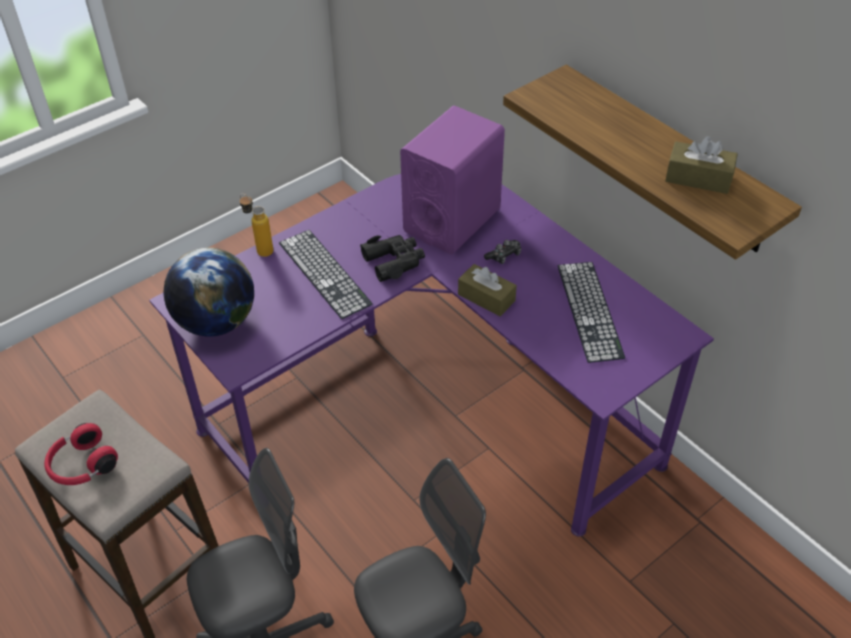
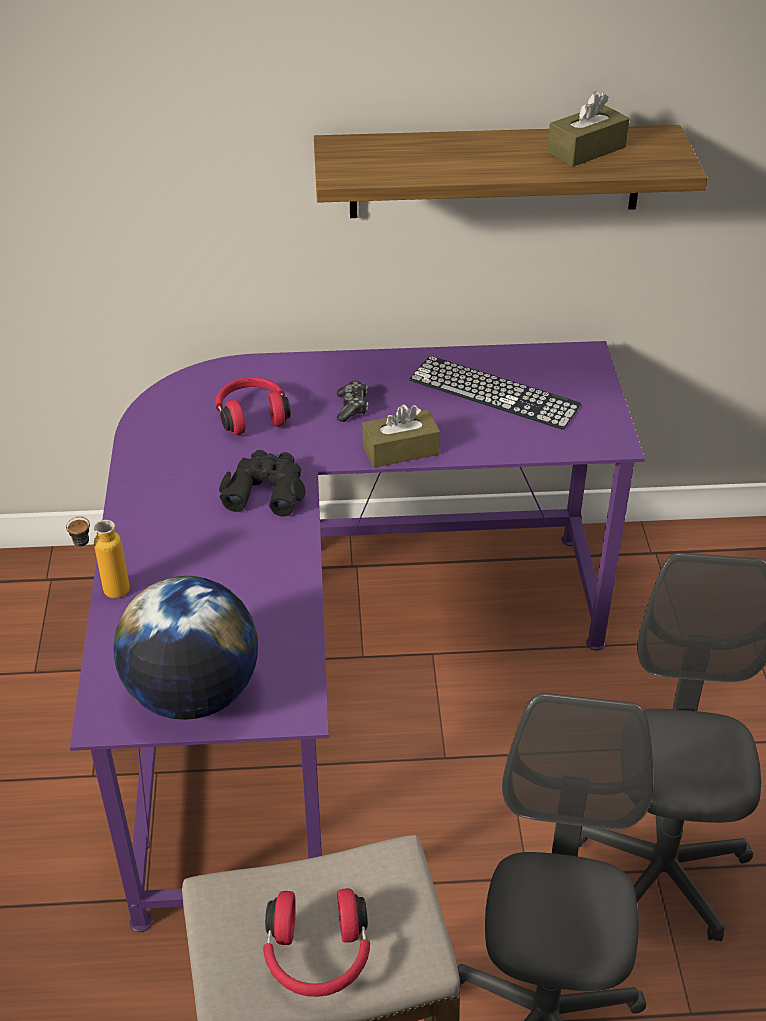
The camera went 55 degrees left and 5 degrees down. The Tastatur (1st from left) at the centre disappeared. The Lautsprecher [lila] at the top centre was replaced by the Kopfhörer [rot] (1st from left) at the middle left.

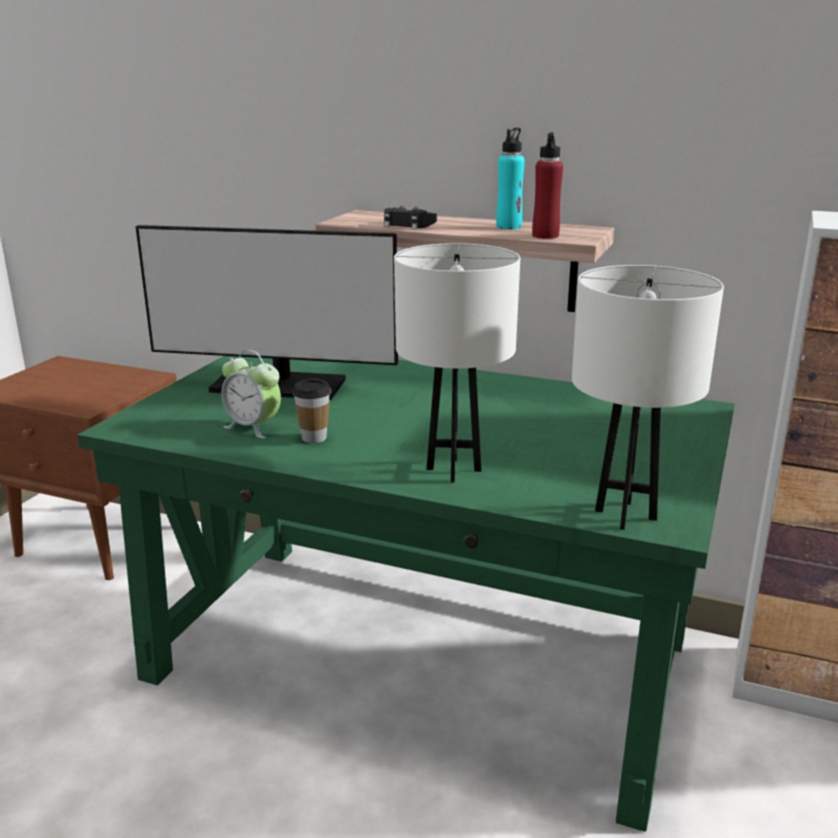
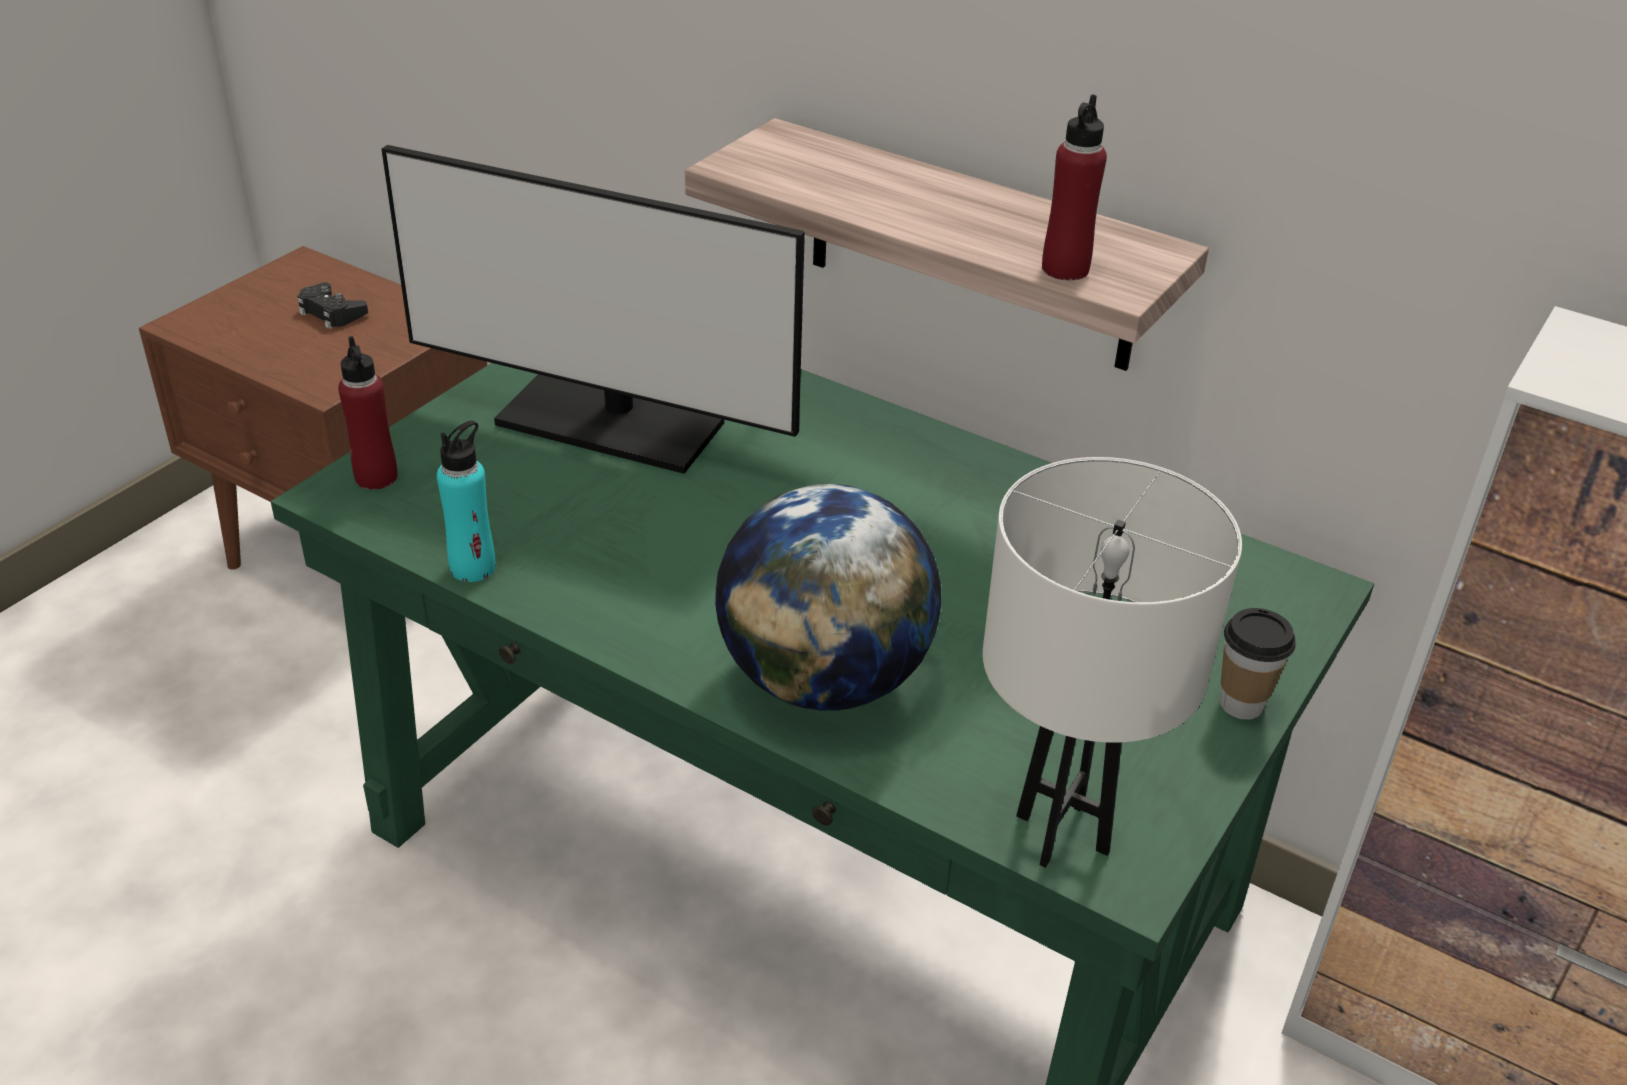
The camera went 10 degrees right and 15 degrees up. The Wecker at the middle left disappeared. The Flasche [rot] (1st from left) at the middle left appeared. The Tasse moved from the centre to the middle right. The Gamepad [schwarz] moved from the top centre to the top left. The Flasche [türkis] moved from the top centre to the middle left. The Tischlampe [weiß] (1st from left) at the centre was replaced by the Globus at the centre.

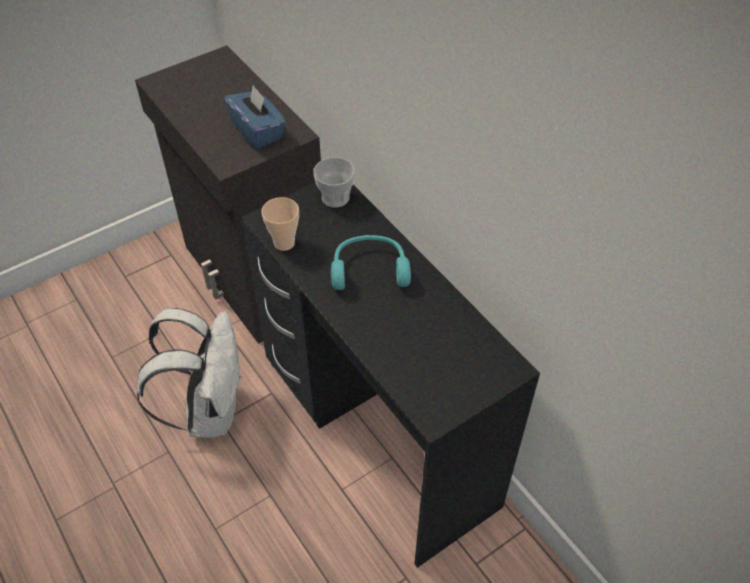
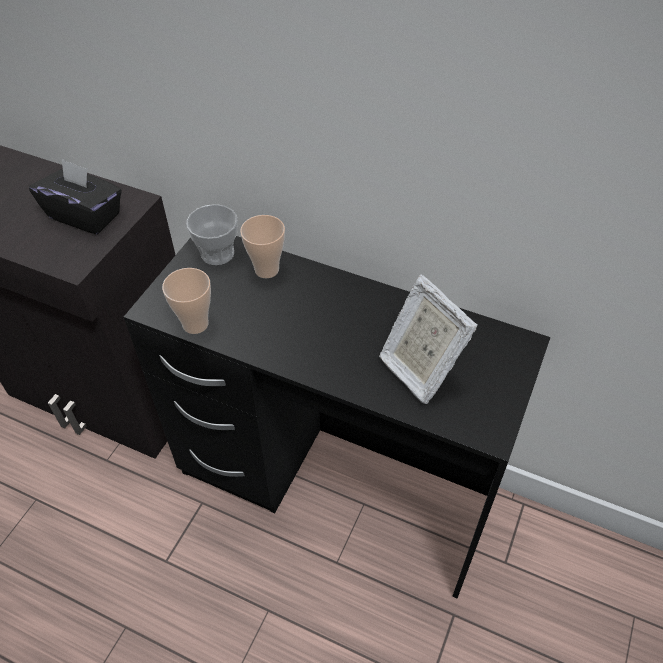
The camera went 30 degrees left and 0 degrees up. The Rucksack [weiß] at the middle left disappeared. The Kopfhörer [türkis] at the centre disappeared. The Tasse (3rd from left) at the centre appeared. The Bilderrahmen at the centre appeared. The Taschentuchbox [blau] at the top centre became the Taschentuchbox [schwarz] at the top left.

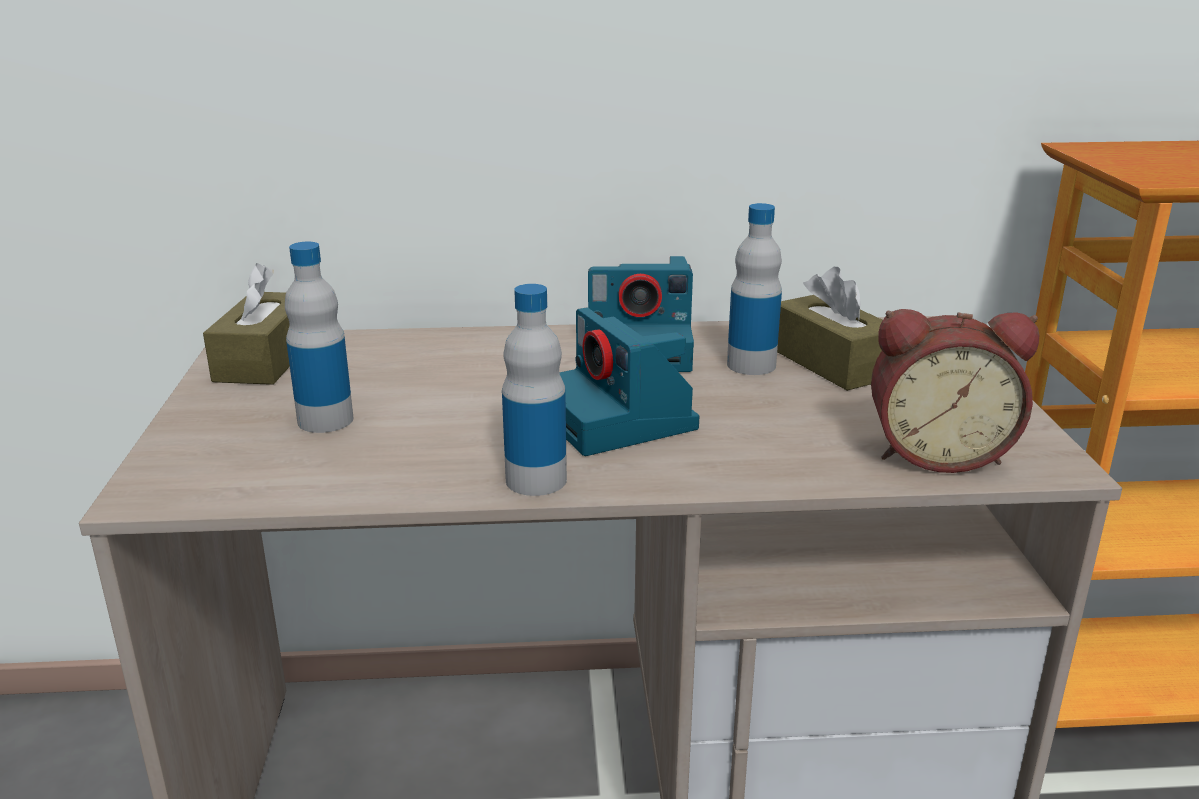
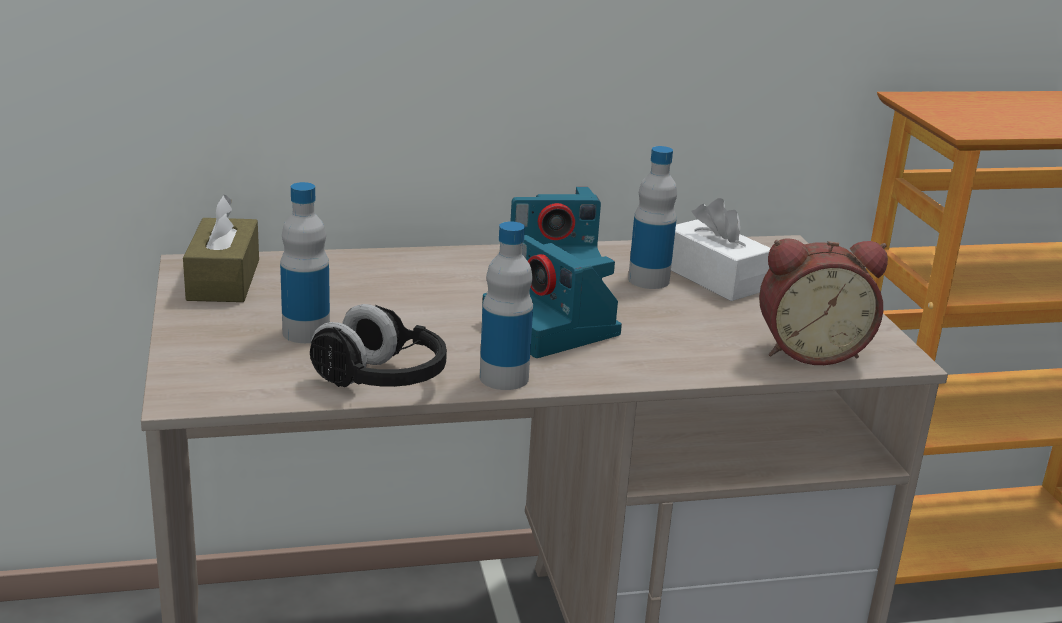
The camera went 10 degrees left and 0 degrees up. The Kopfhörer [schwarz] at the centre appeared. The Taschentuchbox [braun] (2nd from left) at the middle right became the Taschentuchbox [weiß] at the middle right.

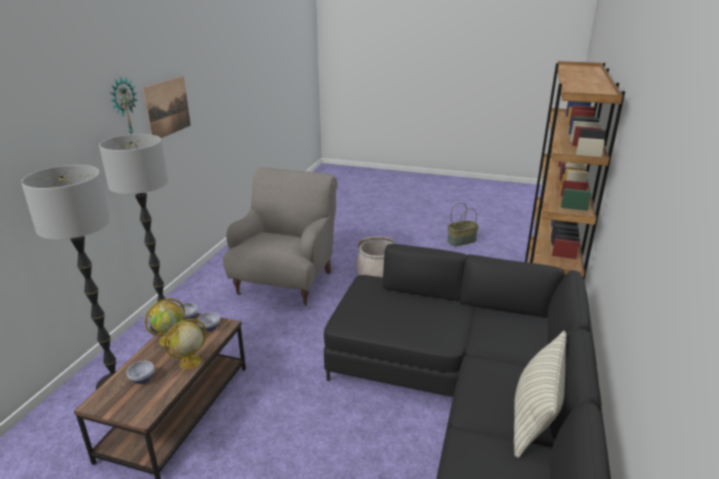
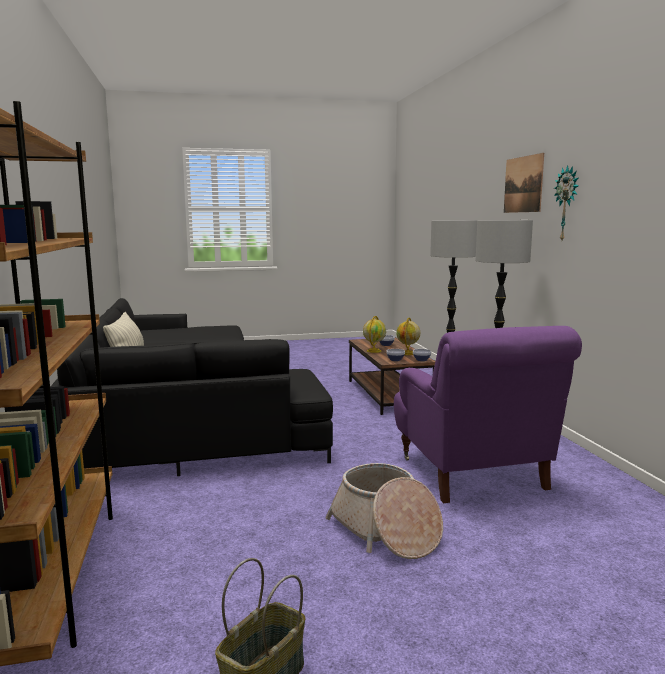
The camera went 150 degrees right and 15 degrees down. The Bild moved from the top left to the top right. The Sessel [grau] at the centre became the Sessel [lila] at the middle right.

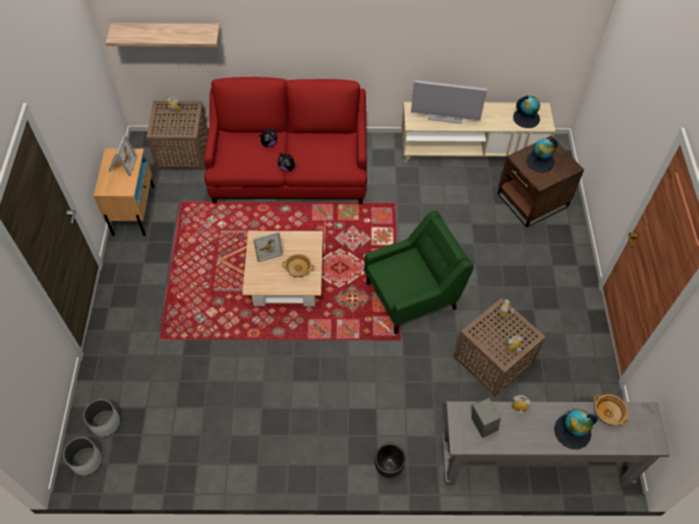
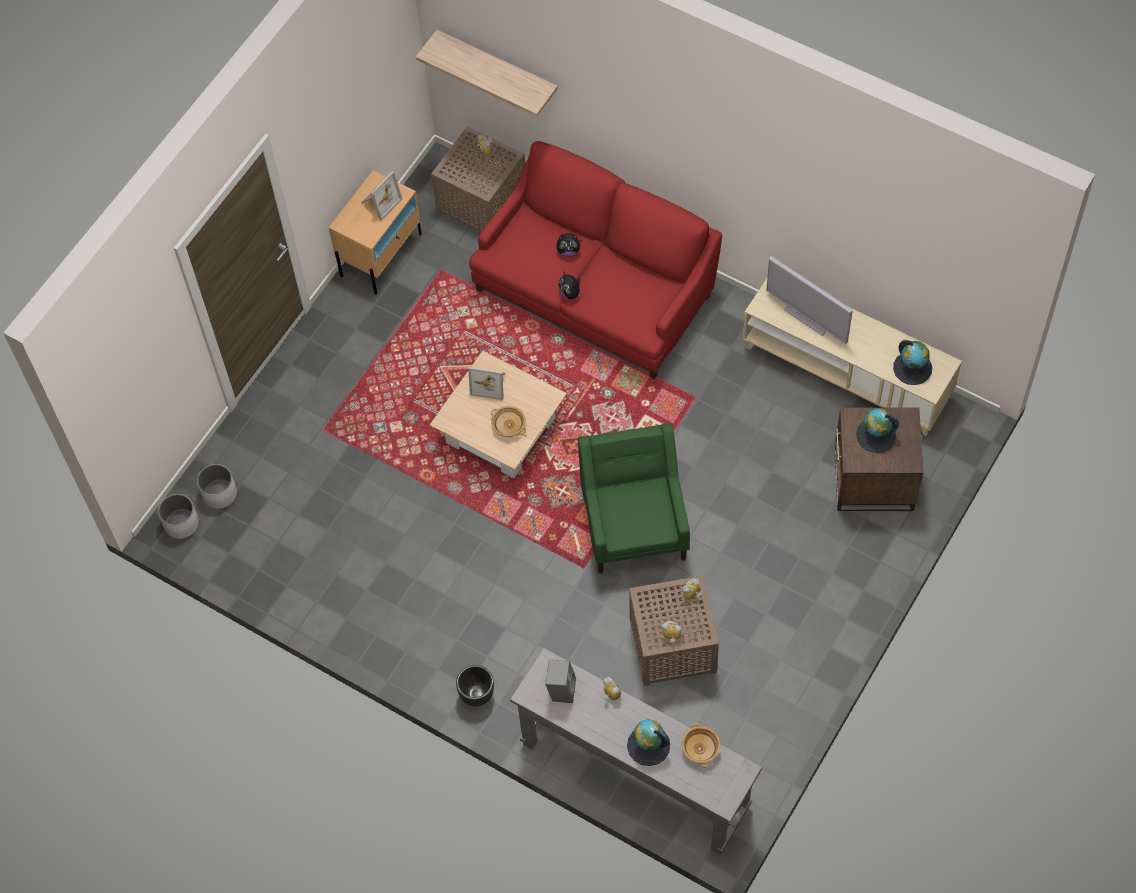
The camera went 35 degrees right and 5 degrees up. The Sessel [grün] at the centre turned 105 degrees counterclockwise.

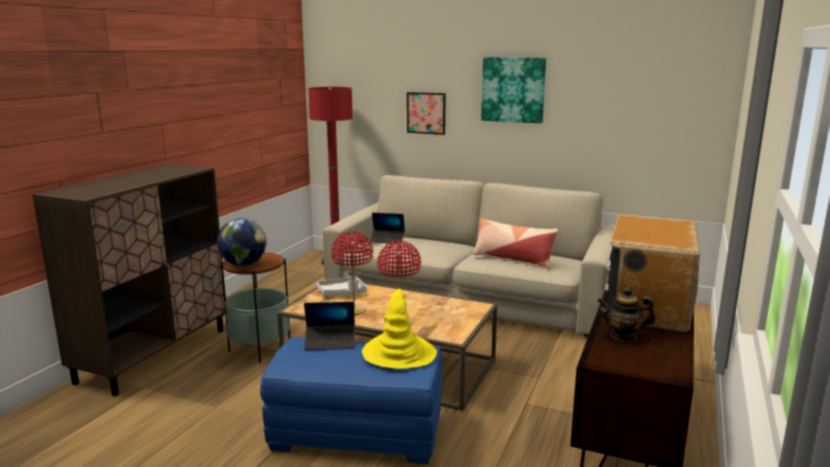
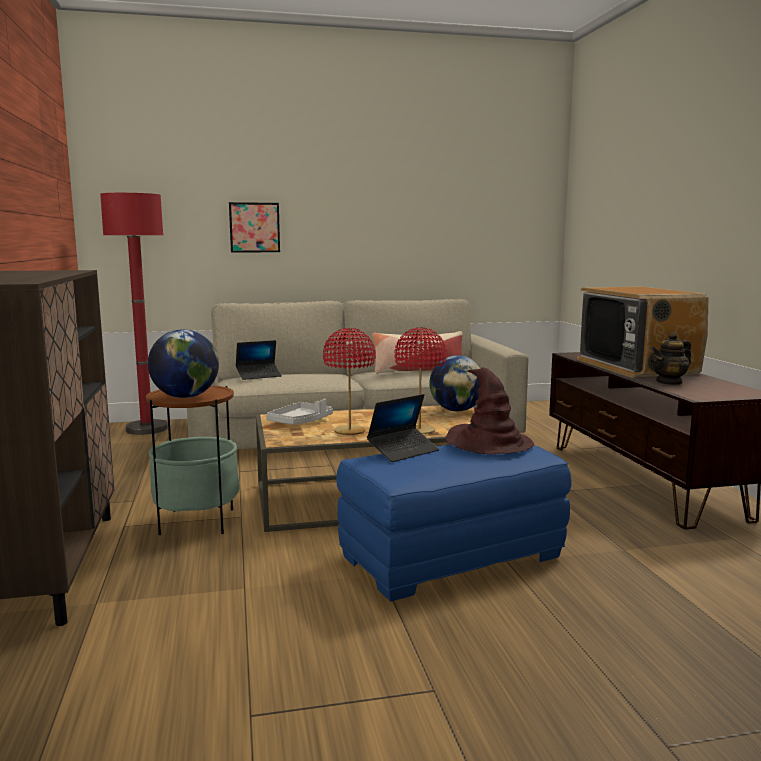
The camera went 35 degrees left and 5 degrees down. The Bild (2nd from left) at the top centre disappeared. The Globus (2nd from left) at the centre appeared. The Hut [gelb] at the bottom centre became the Hut [braun] at the centre.

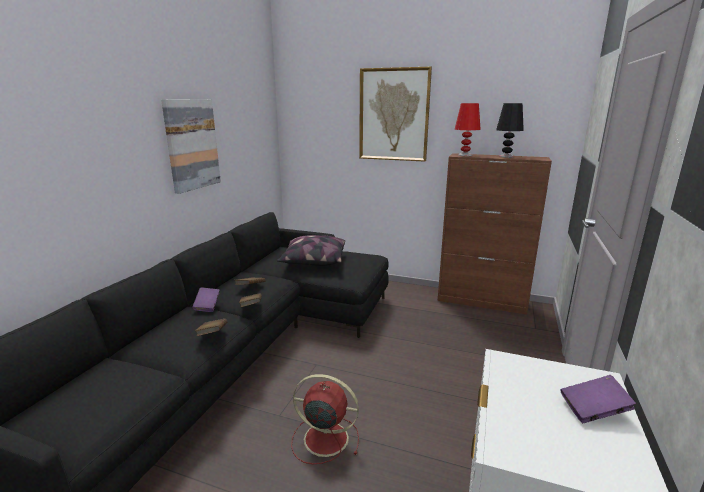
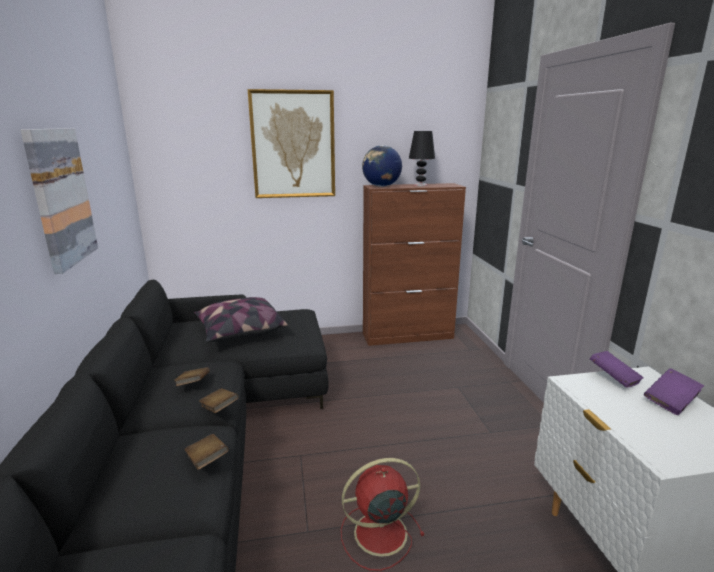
The camera went 30 degrees left and 0 degrees up. The Buch [lila] (1st from left) moved from the middle left to the middle right. The Tischlampe [rot] at the top centre was replaced by the Globus at the top centre.

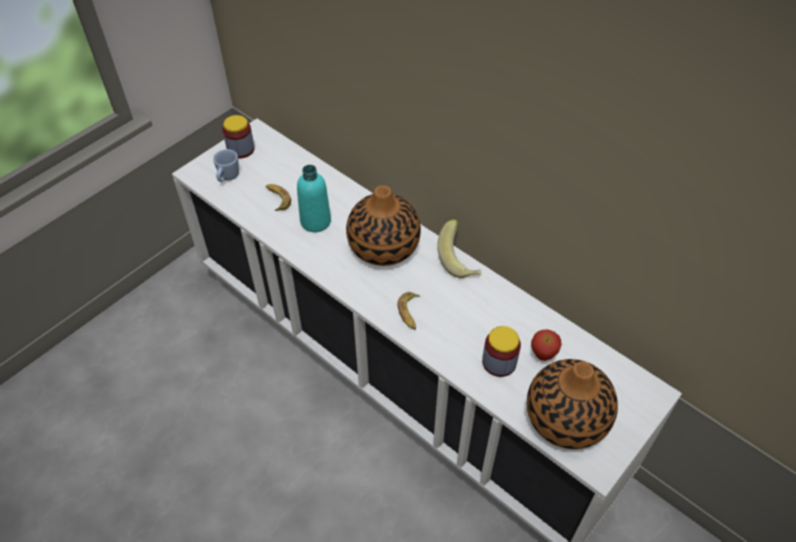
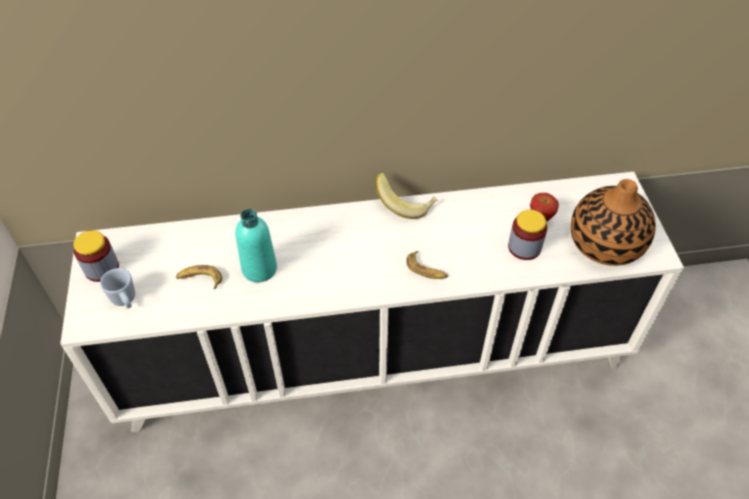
The camera went 50 degrees left and 0 degrees up. The Vase (1st from left) at the centre disappeared.

